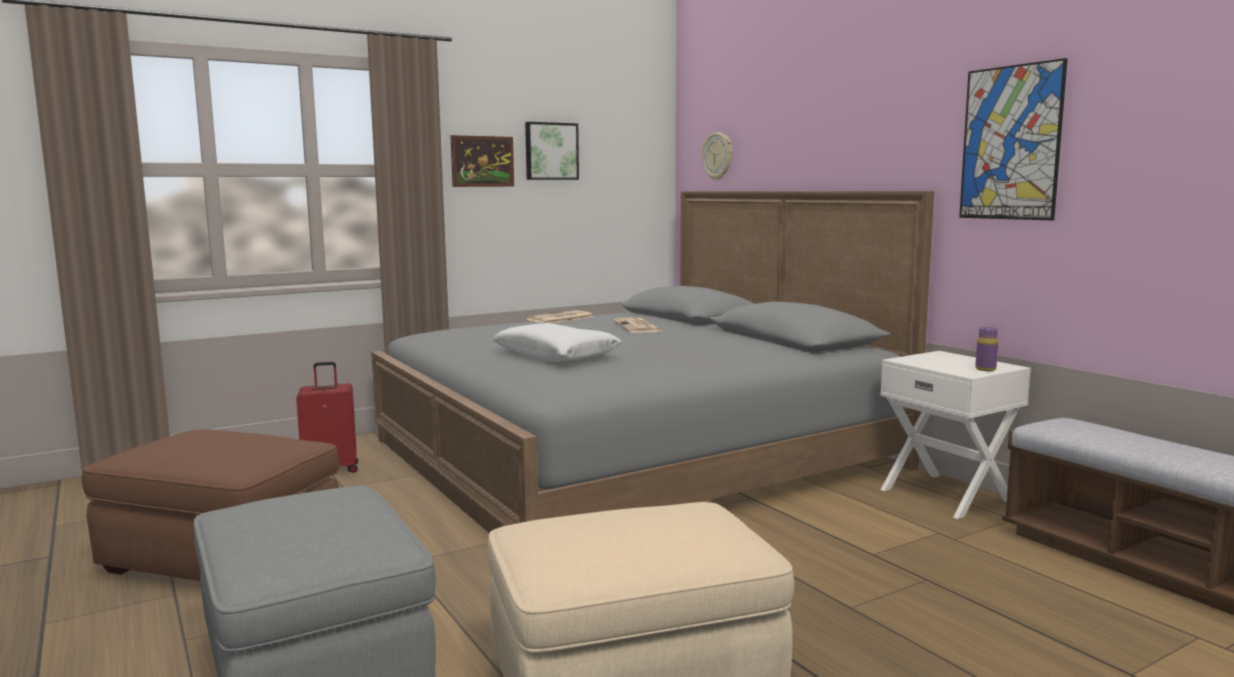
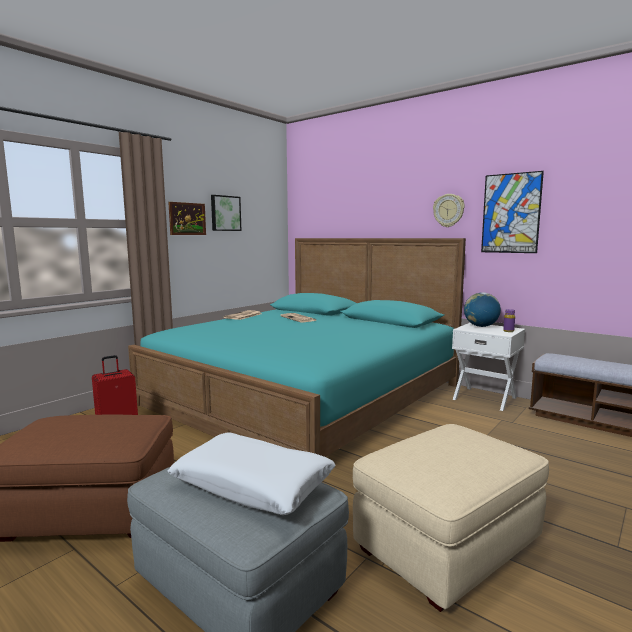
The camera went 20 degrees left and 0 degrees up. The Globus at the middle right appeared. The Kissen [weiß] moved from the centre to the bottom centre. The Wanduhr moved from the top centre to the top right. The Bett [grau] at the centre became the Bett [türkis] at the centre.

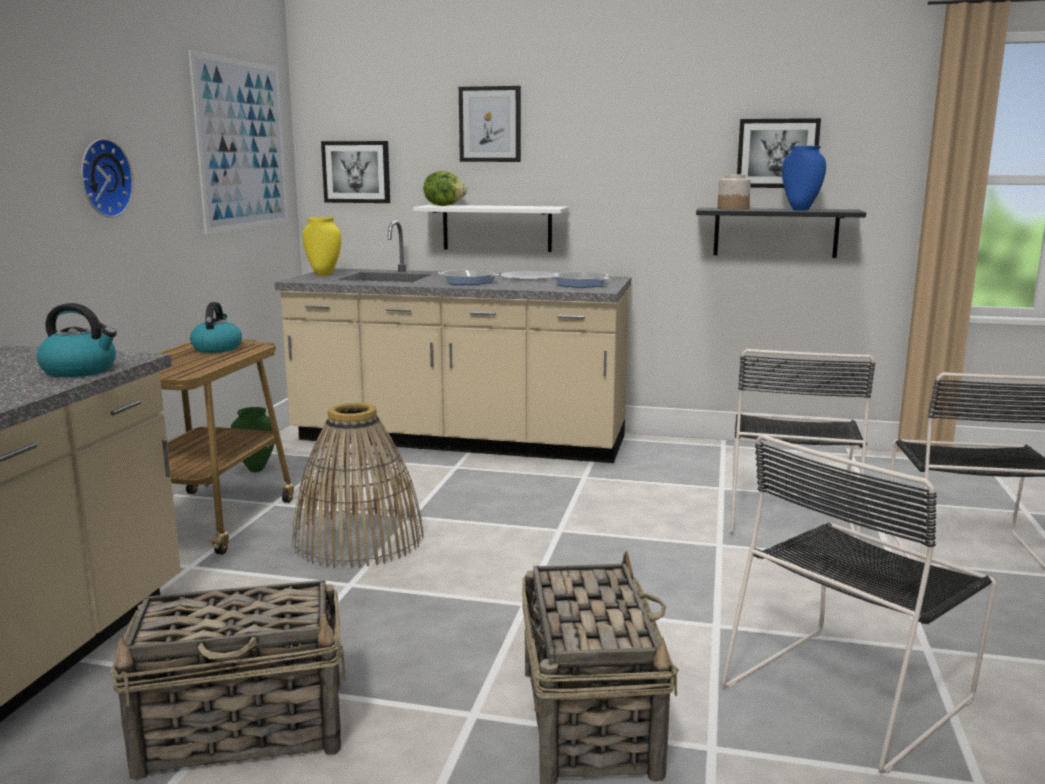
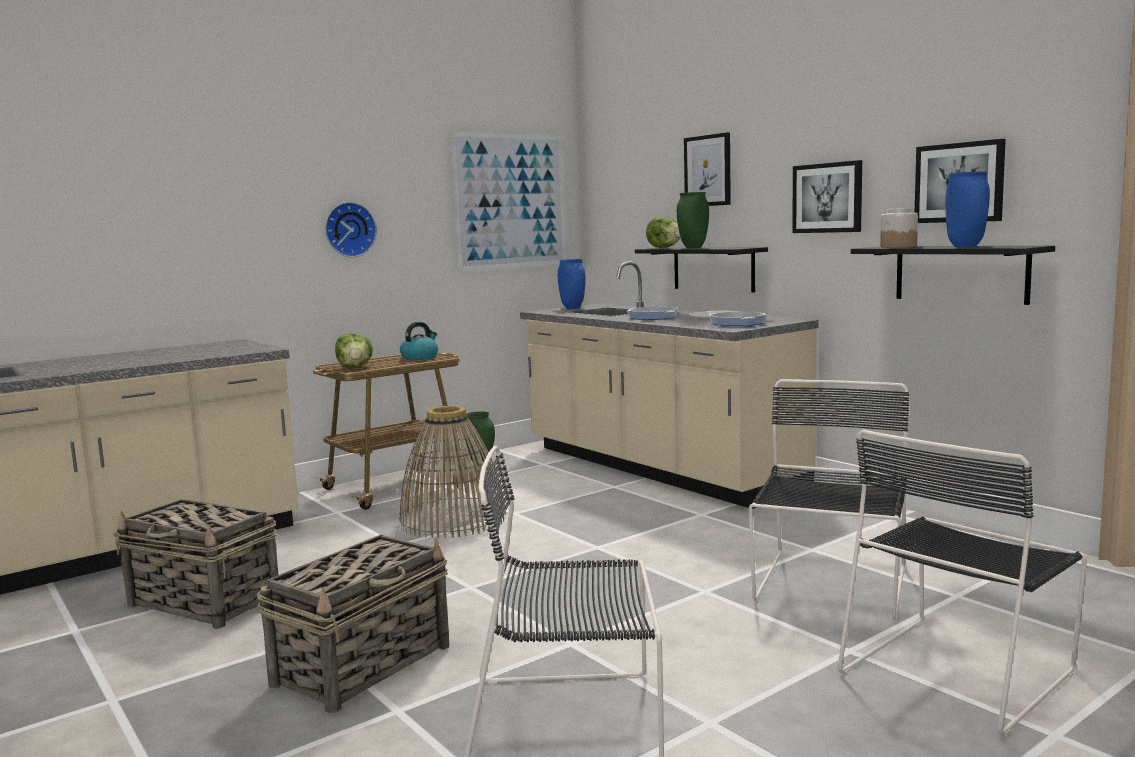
The camera went 40 degrees right and 5 degrees down. The Wasserkessel (1st from left) at the middle left disappeared. The Salatkopf (1st from left) at the middle left appeared. The Vase [grün] (2nd from left) at the top centre appeared. The Bild (2nd from left in the first image) moved from the top centre to the top right. The Vase [gelb] at the top left became the Vase [blau] (1st from left) at the centre. The Wandregal [weiß] at the top centre became the Wandregal [schwarz] (1st from left) at the centre. The Stuhl [schwarz] (1st from left in the first image) at the middle right turned 150 degrees clockwise.

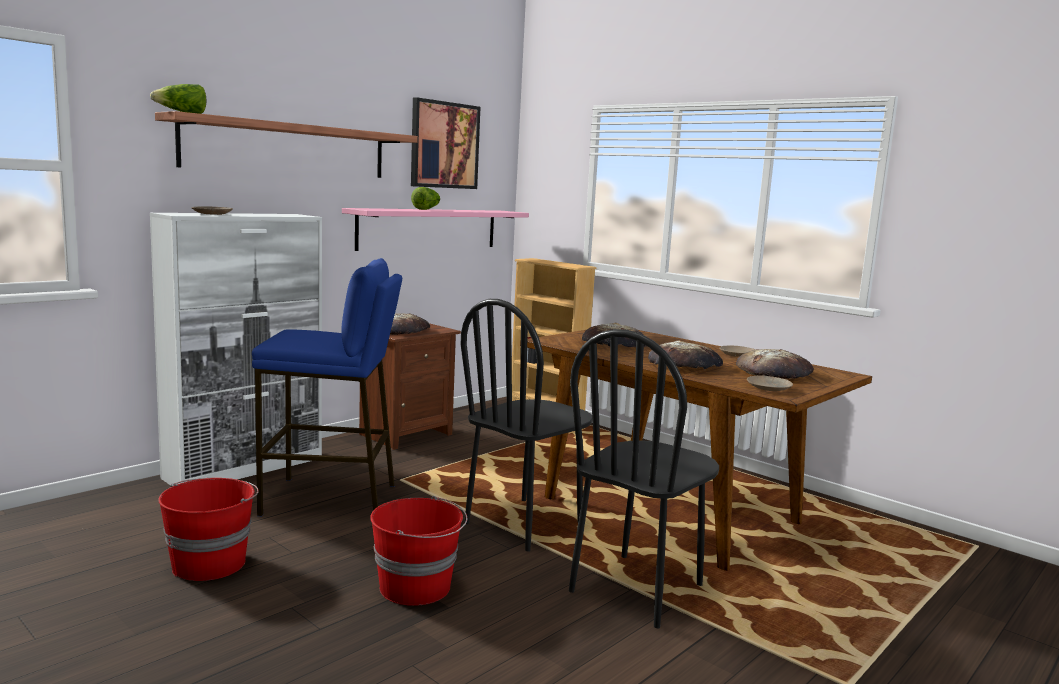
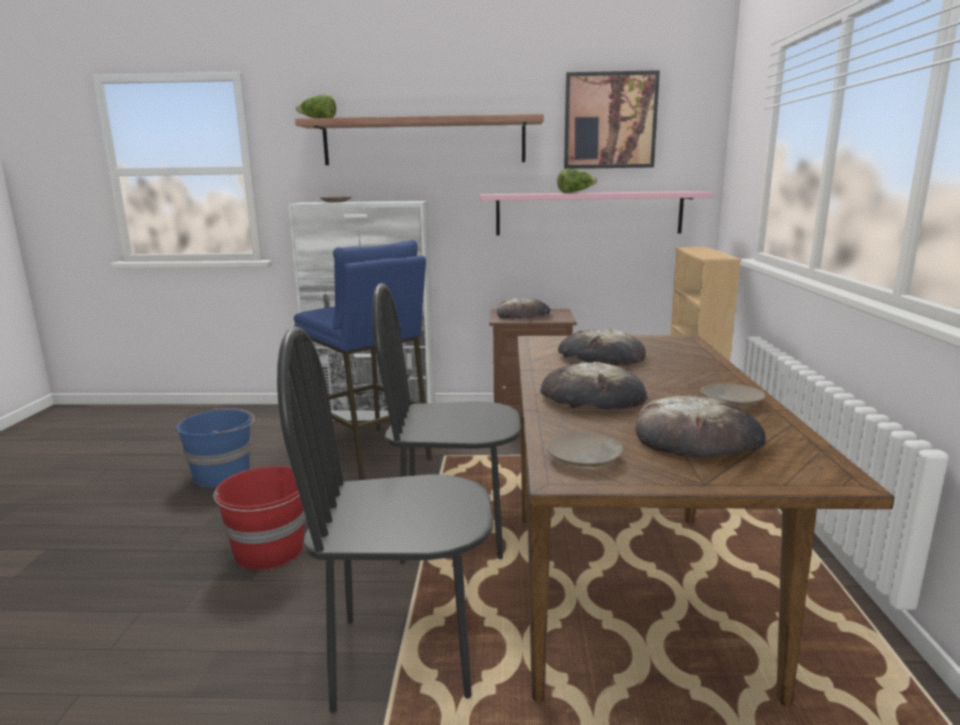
The camera went 50 degrees right and 5 degrees up. The Eimer [rot] (1st from left) at the bottom left became the Eimer [blau] at the middle left.

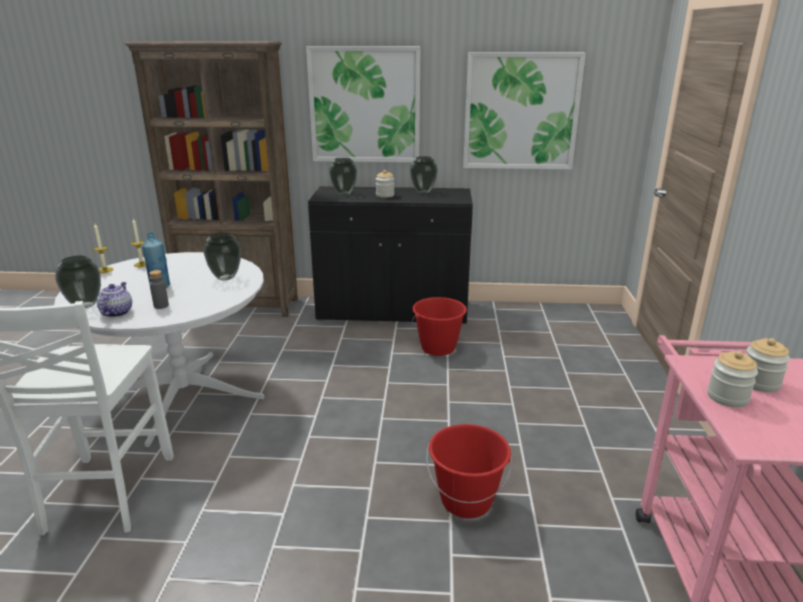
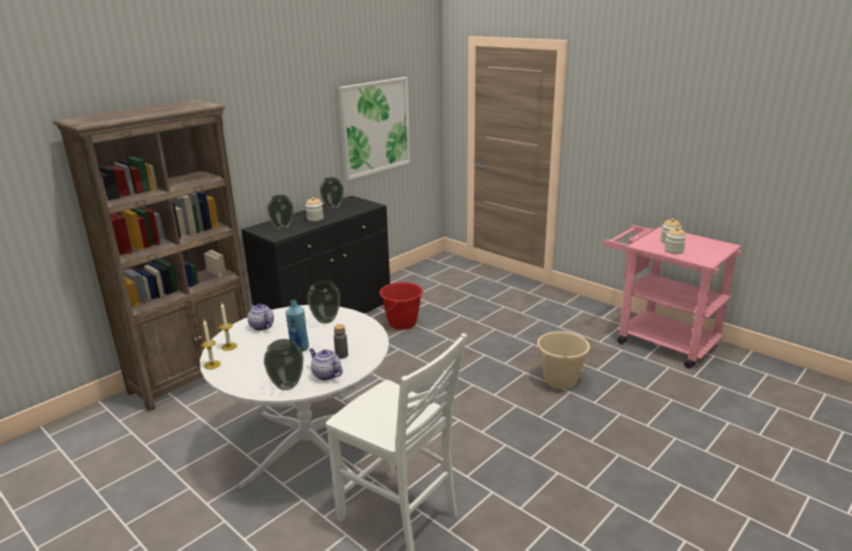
The camera went 50 degrees left and 0 degrees up. The Bild (1st from left) at the top centre disappeared. The Teekanne (1st from left) at the middle left appeared. The Eimer [rot] (2nd from left) at the bottom centre became the Eimer [beige] at the centre.

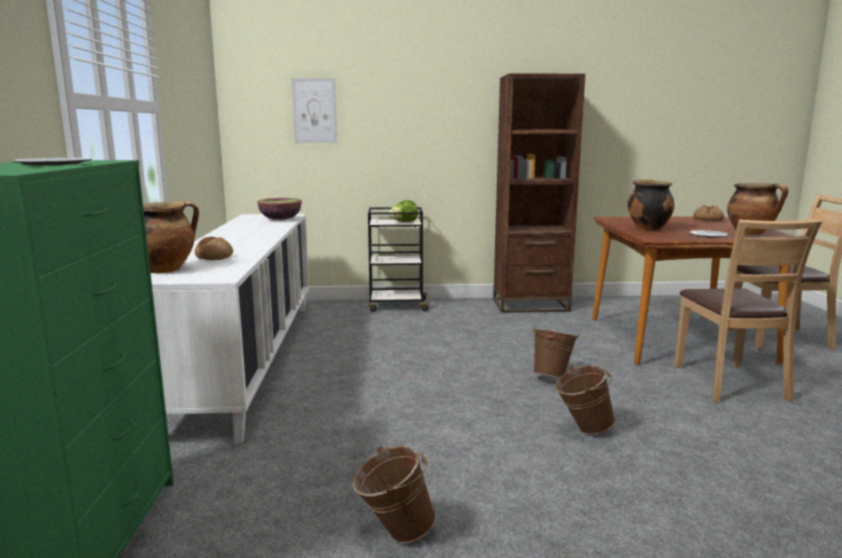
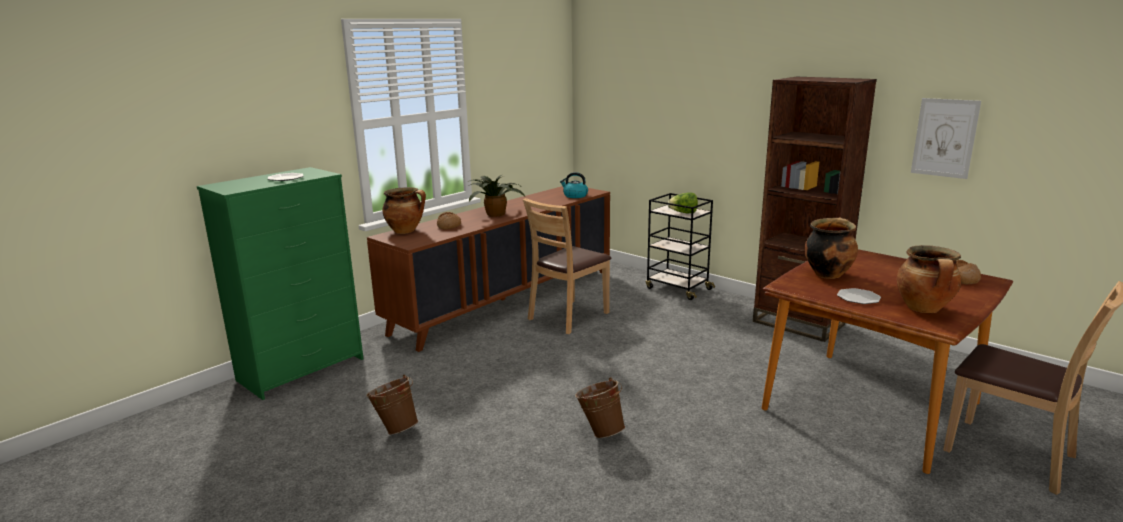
The camera went 45 degrees right and 5 degrees up. The Eimer [braun] (2nd from left) at the centre disappeared. The Topfpflanze at the centre appeared. The Bild moved from the top centre to the top right. The Stuhl [braun] (1st from left) moved from the middle right to the centre. The Schüssel at the middle left was replaced by the Wasserkessel at the centre. The Schrank [weiß] at the middle left became the Schrank [braun] at the centre.

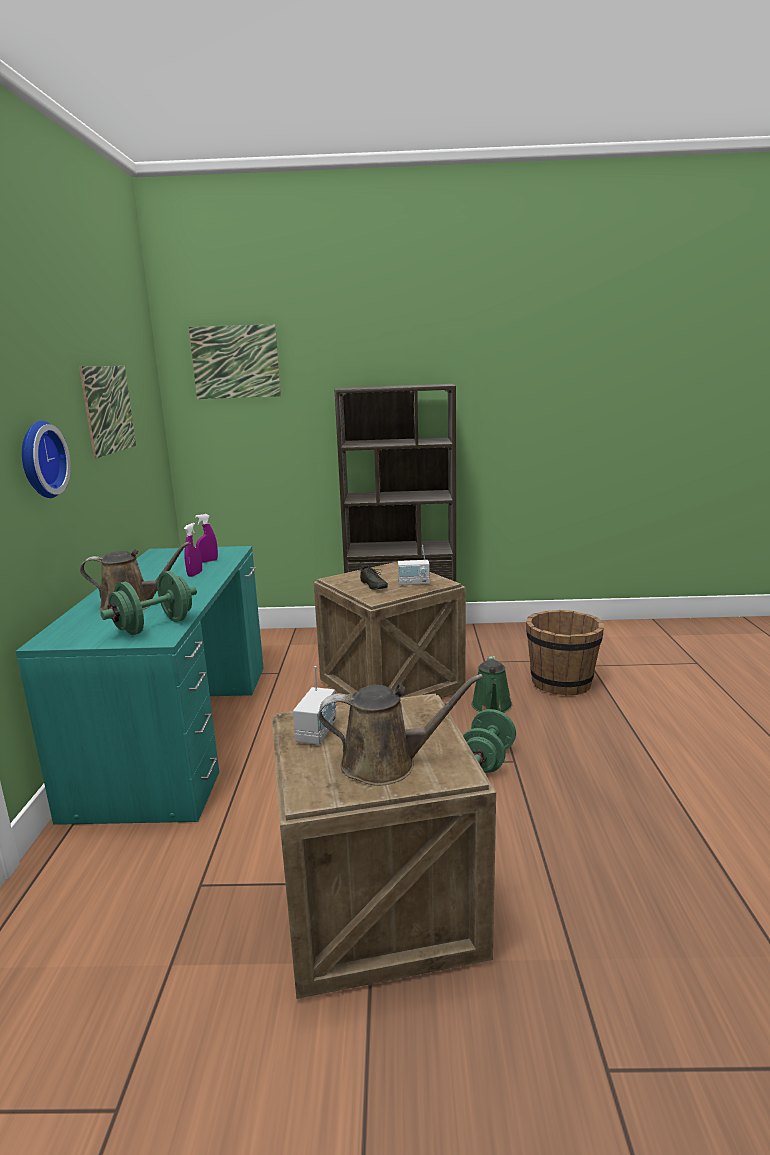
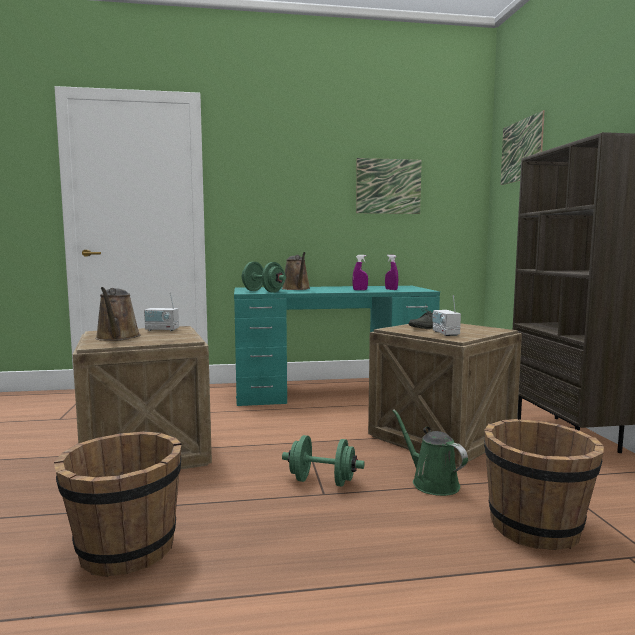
The camera went 80 degrees right and 10 degrees down. The Wanduhr at the middle left disappeared. The Eimer [braun] (1st from left) at the bottom left appeared. The Gießkanne [grün] at the centre turned 60 degrees clockwise.

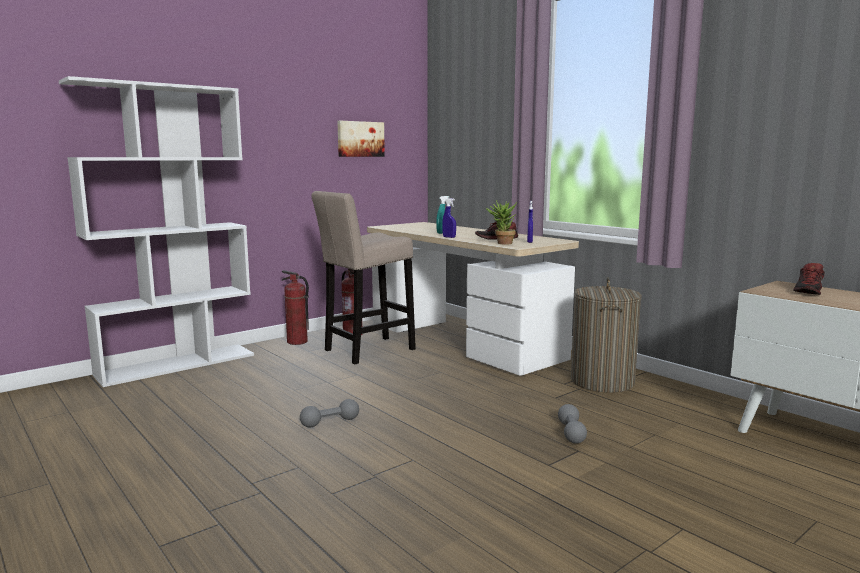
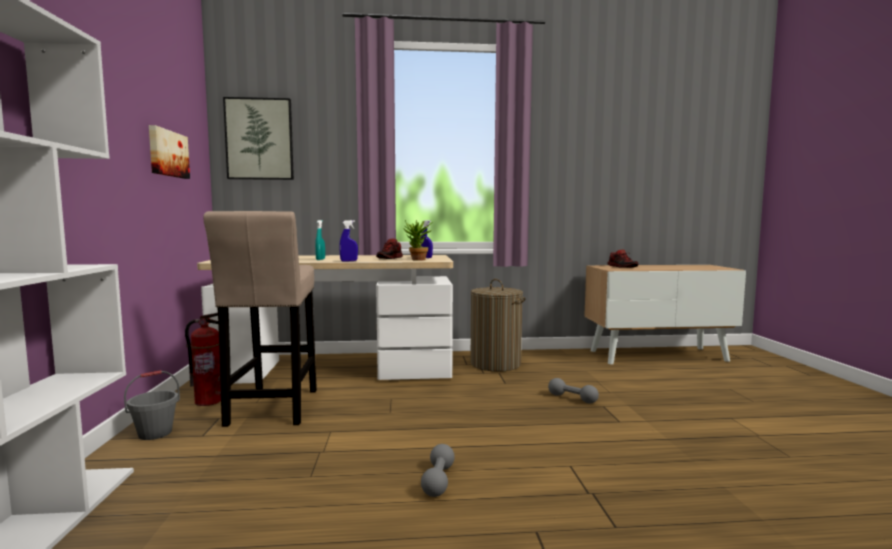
The camera went 55 degrees left and 5 degrees down. The Bild (2nd from left) at the top left appeared. The Feuerlöscher (1st from left) at the centre was replaced by the Eimer [grau] at the bottom left.

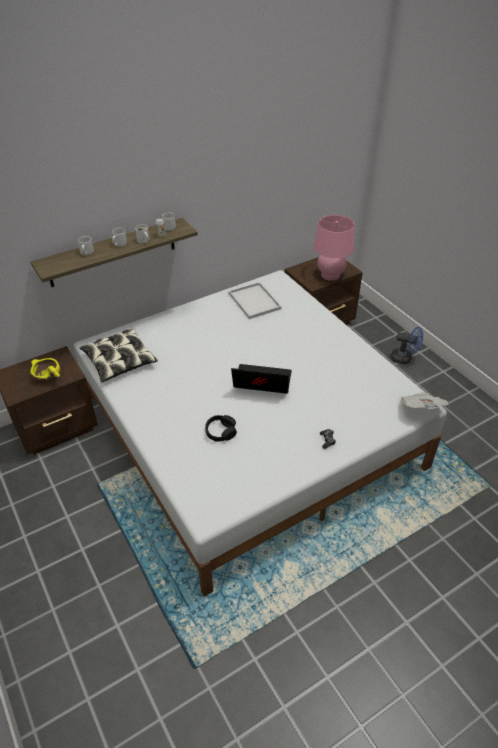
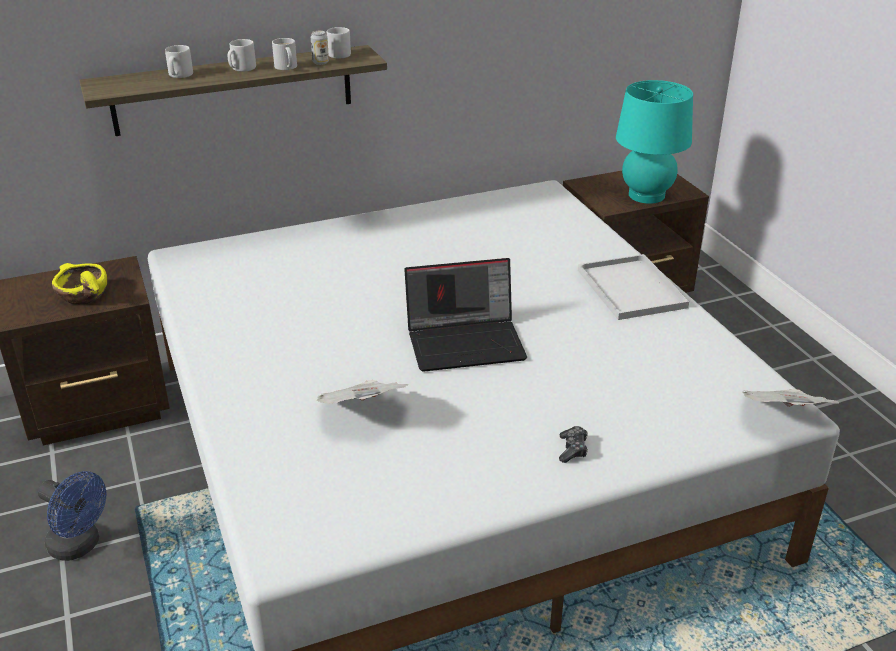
The camera went 10 degrees right and 10 degrees down. The Kissen at the middle left disappeared. The Tablett [weiß] moved from the centre to the middle right. The Ventilator [blau] moved from the middle right to the bottom left. The Kopfhörer [schwarz] at the centre was replaced by the Zeitung (1st from left) at the centre. The Tischlampe [rosa] at the top right became the Tischlampe [türkis] at the top right. The Laptop at the centre turned 150 degrees clockwise.

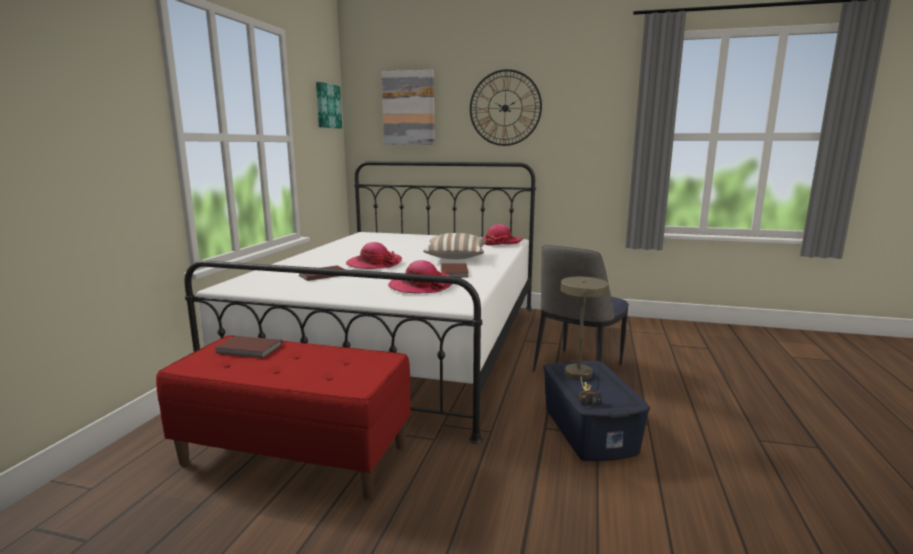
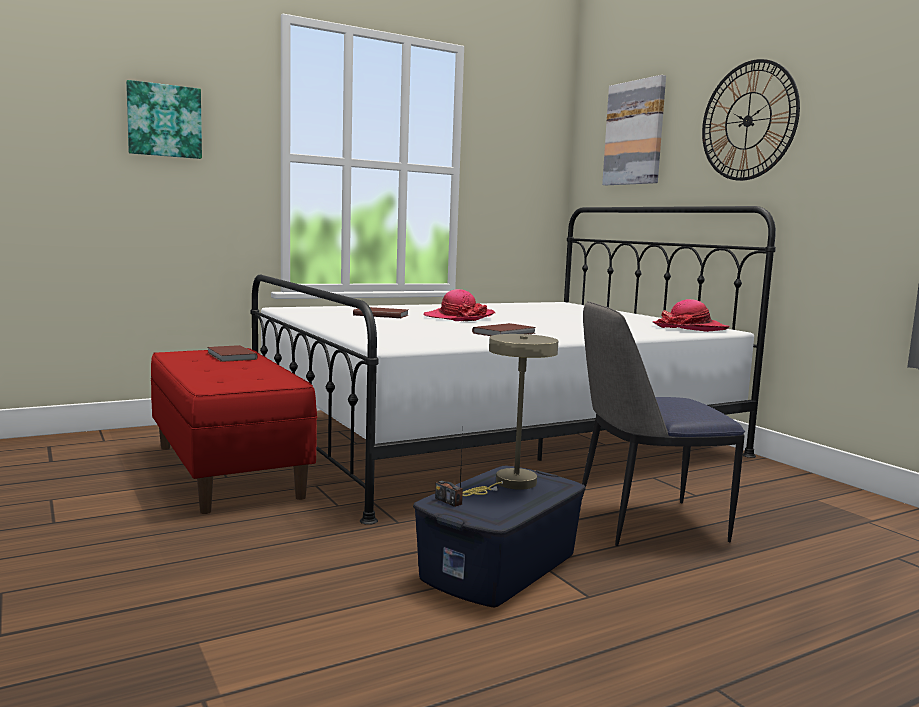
The camera went 45 degrees right and 5 degrees down. The Hut (2nd from left) at the centre disappeared. The Kissen at the centre disappeared. The Bild (1st from left) moved from the top centre to the top left.

